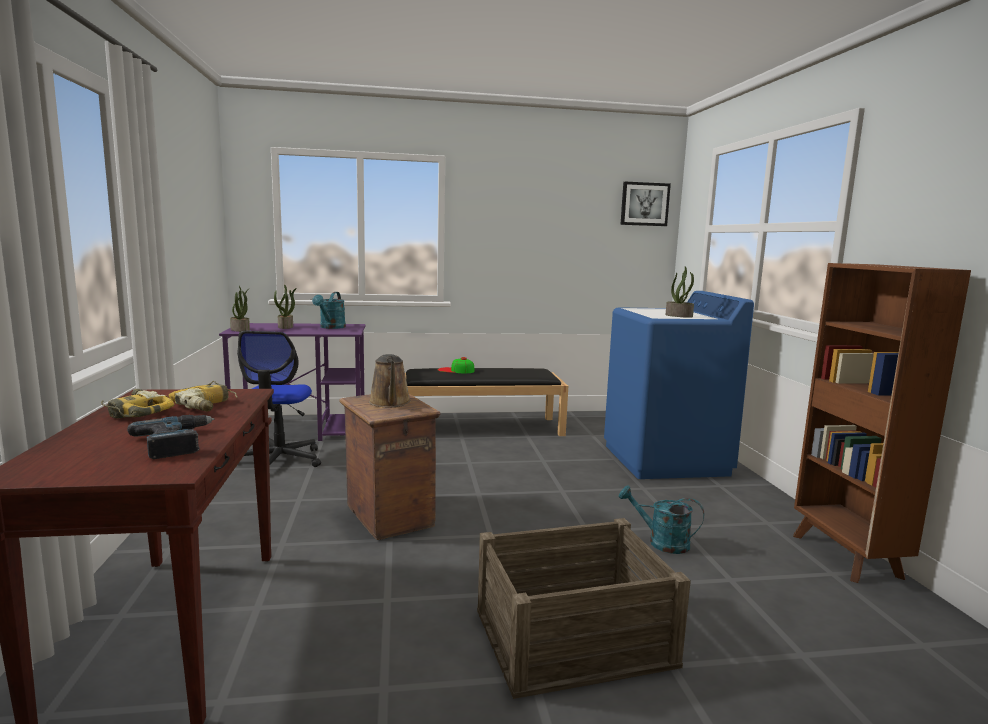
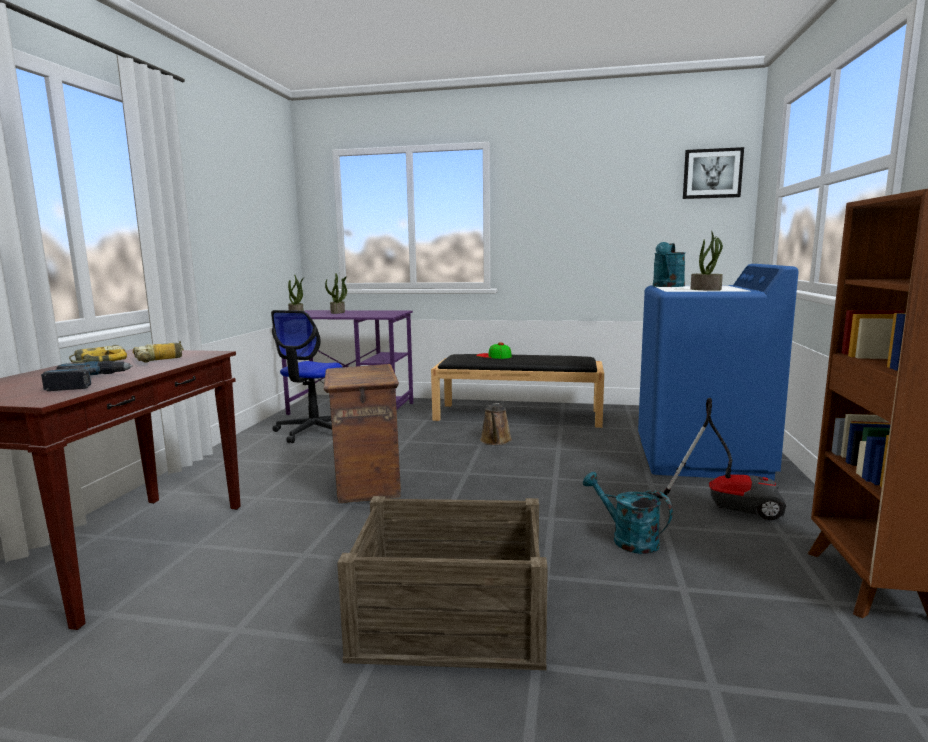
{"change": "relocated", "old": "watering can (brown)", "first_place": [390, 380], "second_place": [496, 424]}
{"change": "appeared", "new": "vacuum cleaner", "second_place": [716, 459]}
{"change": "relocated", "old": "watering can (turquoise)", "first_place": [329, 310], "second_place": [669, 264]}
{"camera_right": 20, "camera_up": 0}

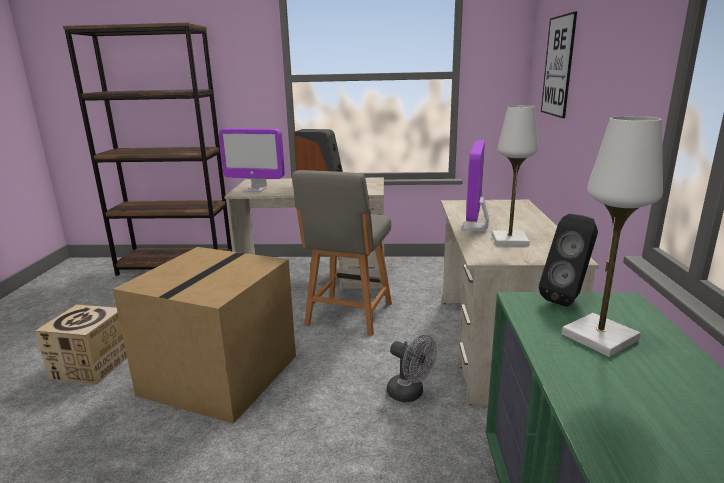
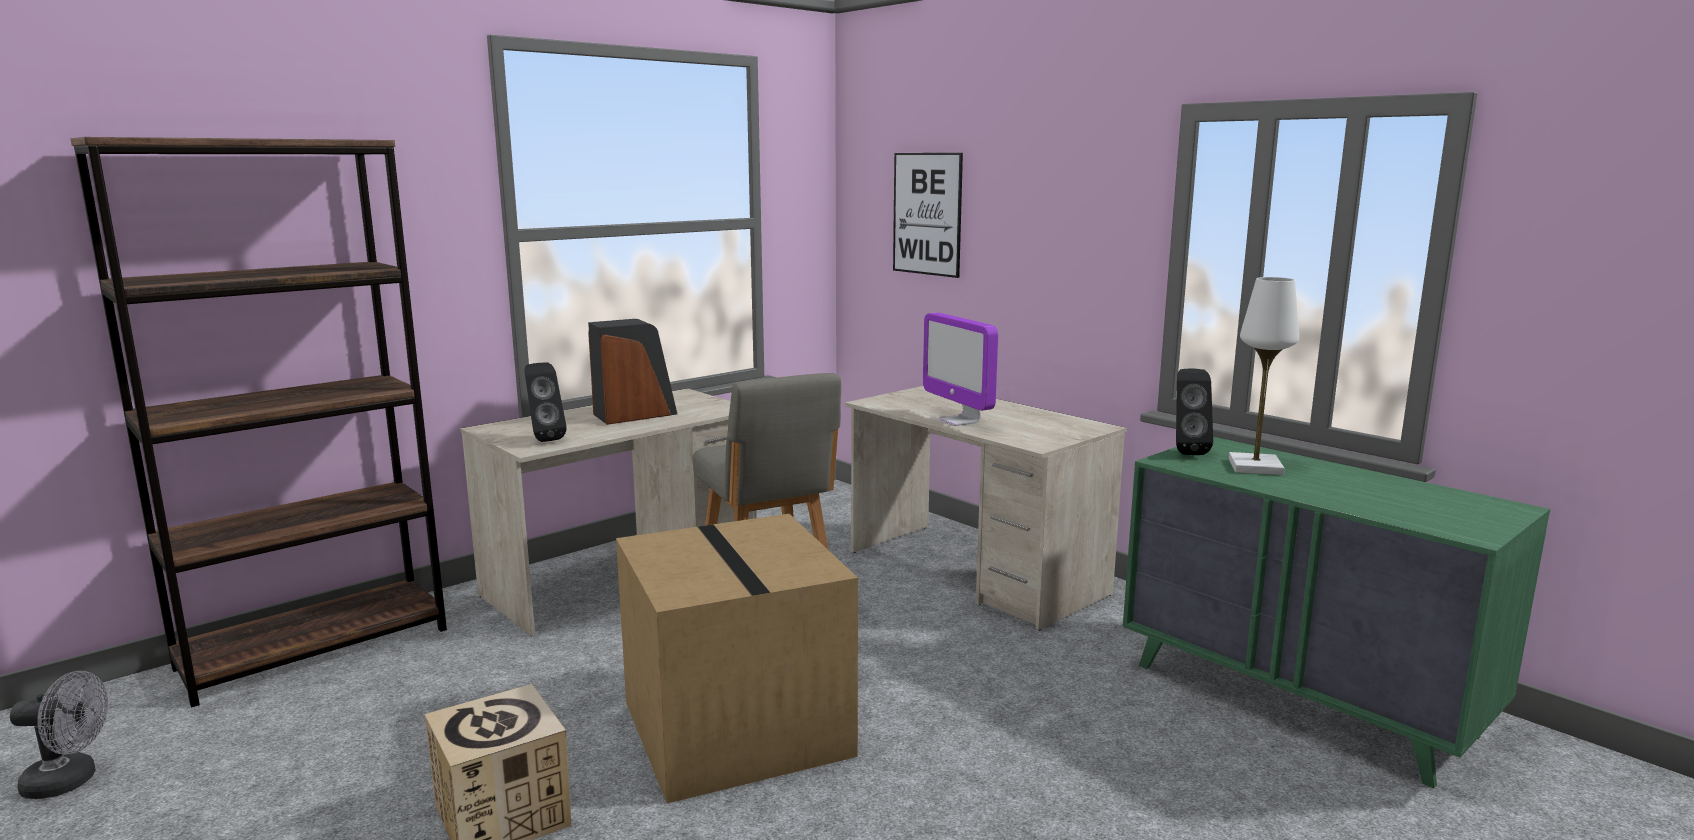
{"change": "relocated", "old": "fan (grey)", "first_place": [412, 368], "second_place": [59, 735]}
{"change": "exchanged", "old": "monitor", "new": "speaker (black)", "first_place": [252, 160], "second_place": [545, 402]}
{"change": "missing", "old": "table lamp (white)", "first_place": [515, 175]}
{"camera_right": -45, "camera_up": -5}

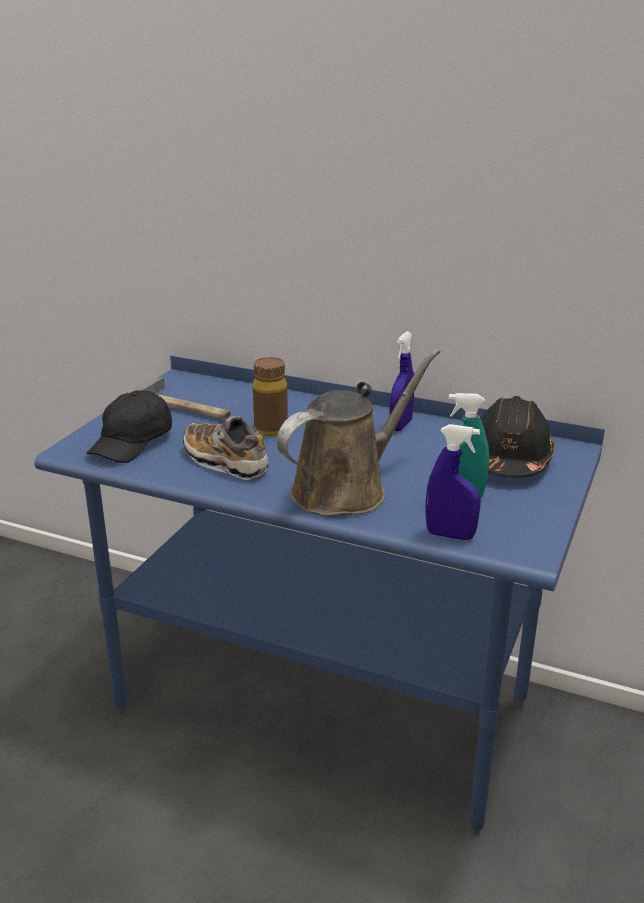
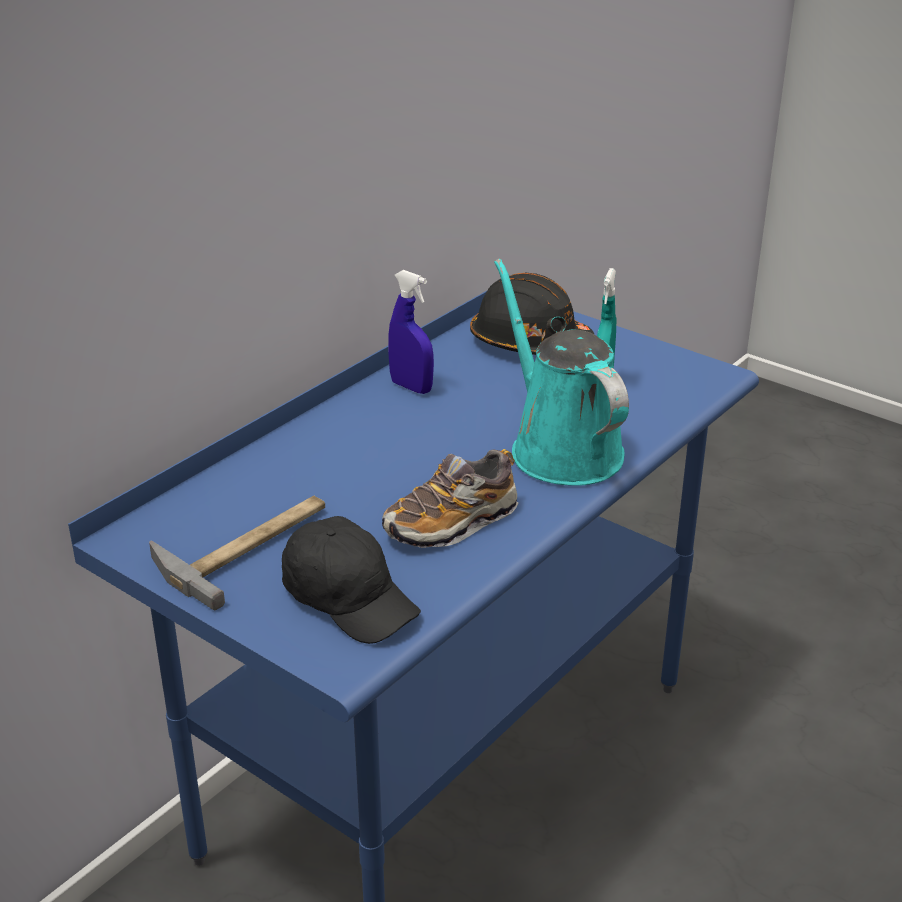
{"change": "colour", "old": "watering can (brown)", "new": "watering can (turquoise)", "first_place": [358, 432], "second_place": [561, 372]}
{"change": "missing", "old": "bottle (brown)", "first_place": [270, 396]}
{"change": "missing", "old": "spray bottle (blue)", "first_place": [453, 482]}
{"camera_right": -75, "camera_up": 5}

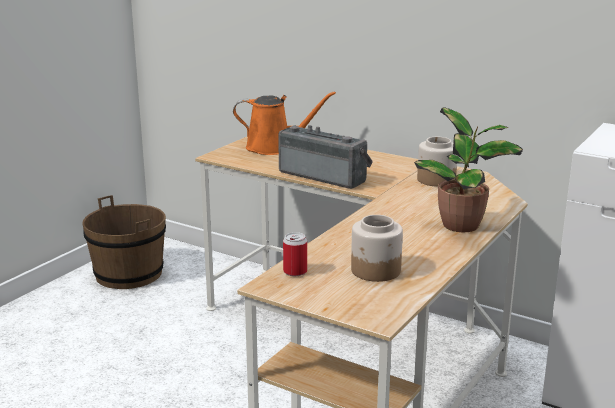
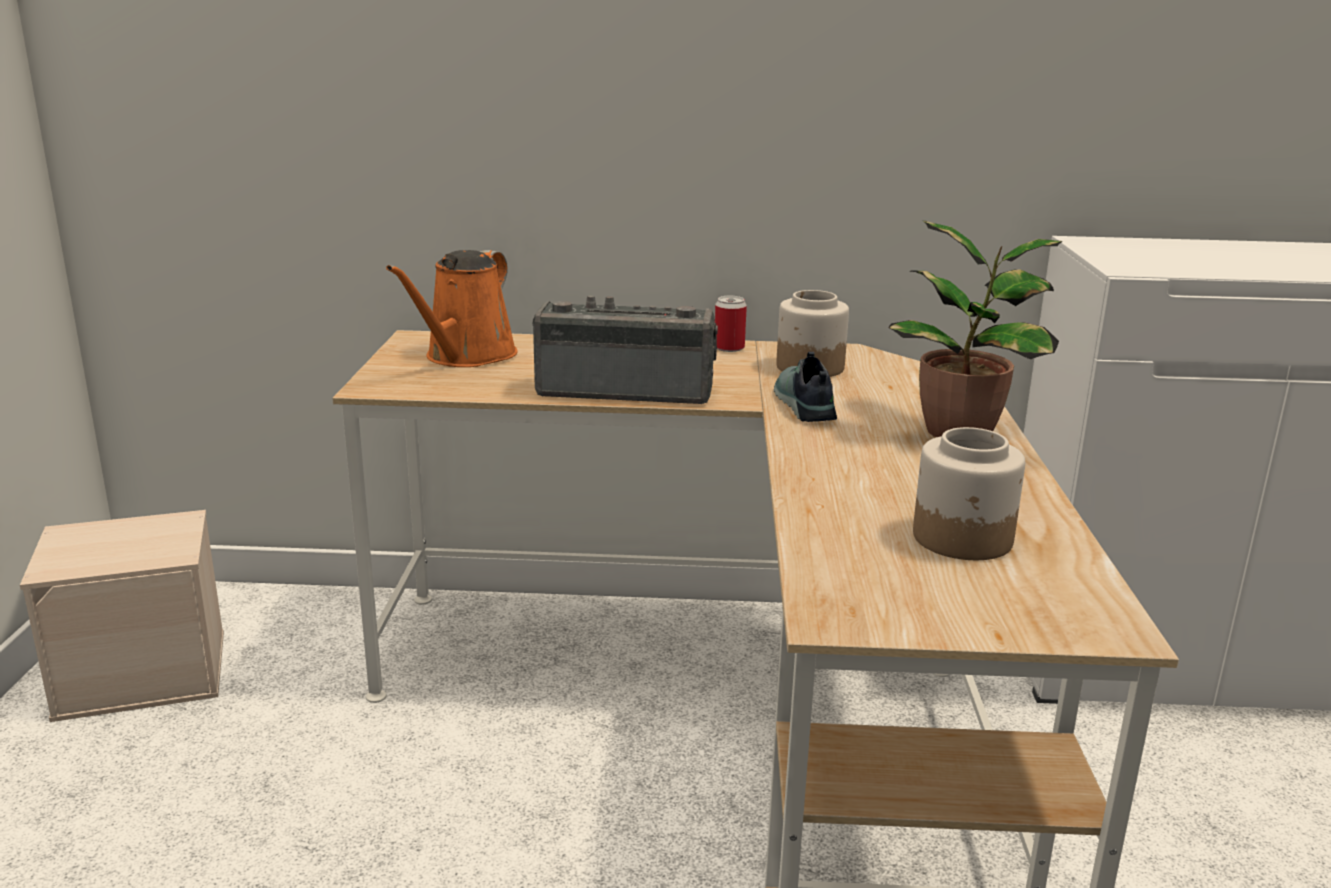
{"change": "exchanged", "old": "bucket (brown)", "new": "storage box (beige)", "first_place": [124, 242], "second_place": [122, 616]}
{"change": "spun", "old": "watering can (orange)", "first_place": [284, 123], "second_place": [452, 308], "degrees": 135}
{"change": "relocated", "old": "can", "first_place": [295, 254], "second_place": [731, 324]}
{"change": "appeared", "new": "shoe", "second_place": [805, 387]}
{"camera_right": -30, "camera_up": 0}

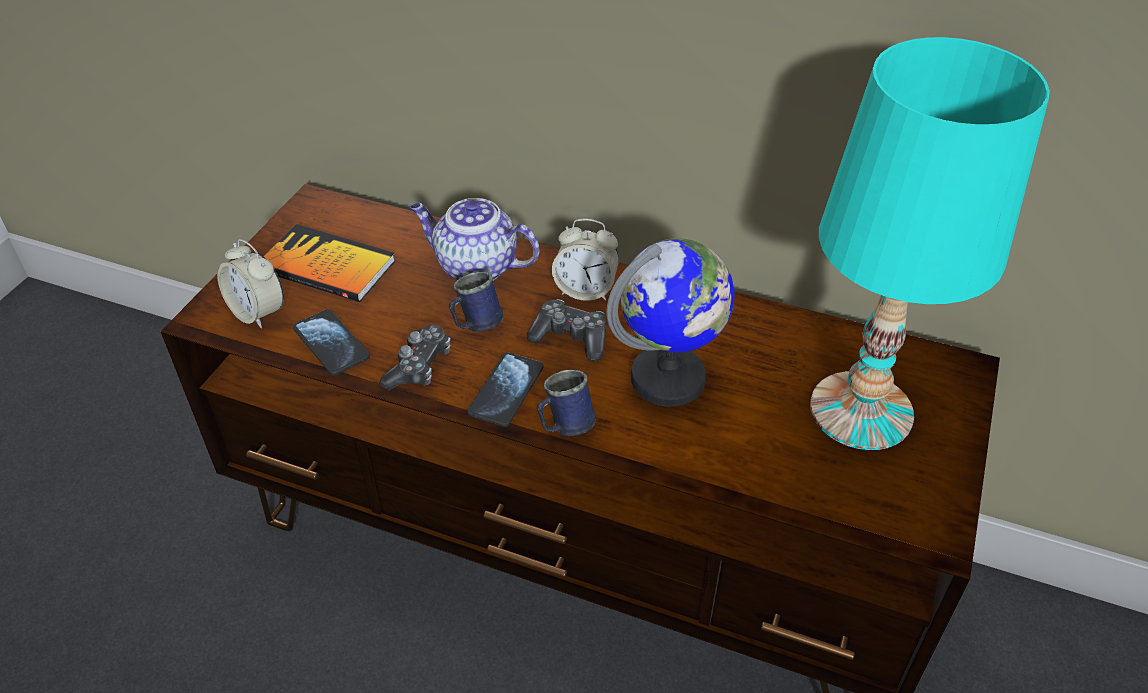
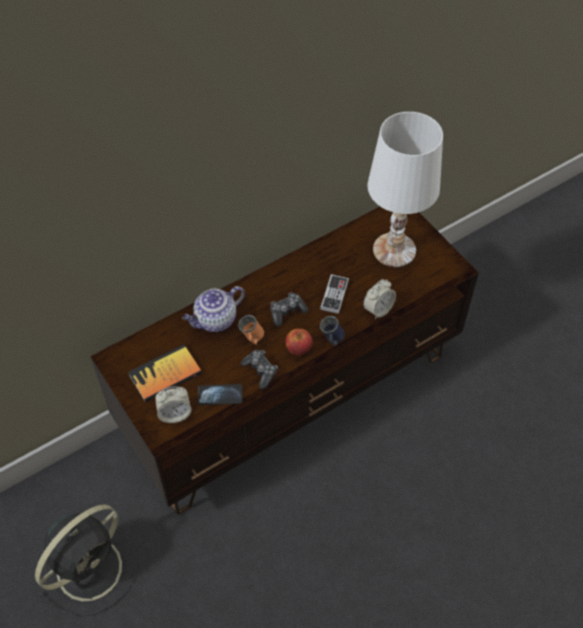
{"change": "appeared", "new": "fan (black)", "second_place": [87, 560]}
{"change": "colour", "old": "mug (blue)", "new": "mug (orange)", "first_place": [476, 302], "second_place": [251, 330]}
{"change": "exchanged", "old": "phone", "new": "apple", "first_place": [505, 389], "second_place": [298, 342]}
{"change": "exchanged", "old": "globe", "new": "game controller", "first_place": [670, 323], "second_place": [334, 294]}
{"change": "relocated", "old": "alarm clock", "first_place": [585, 260], "second_place": [379, 299]}
{"change": "colour", "old": "table lamp (turquoise)", "new": "table lamp (white)", "first_place": [929, 243], "second_place": [405, 189]}
{"camera_right": -55, "camera_up": 10}

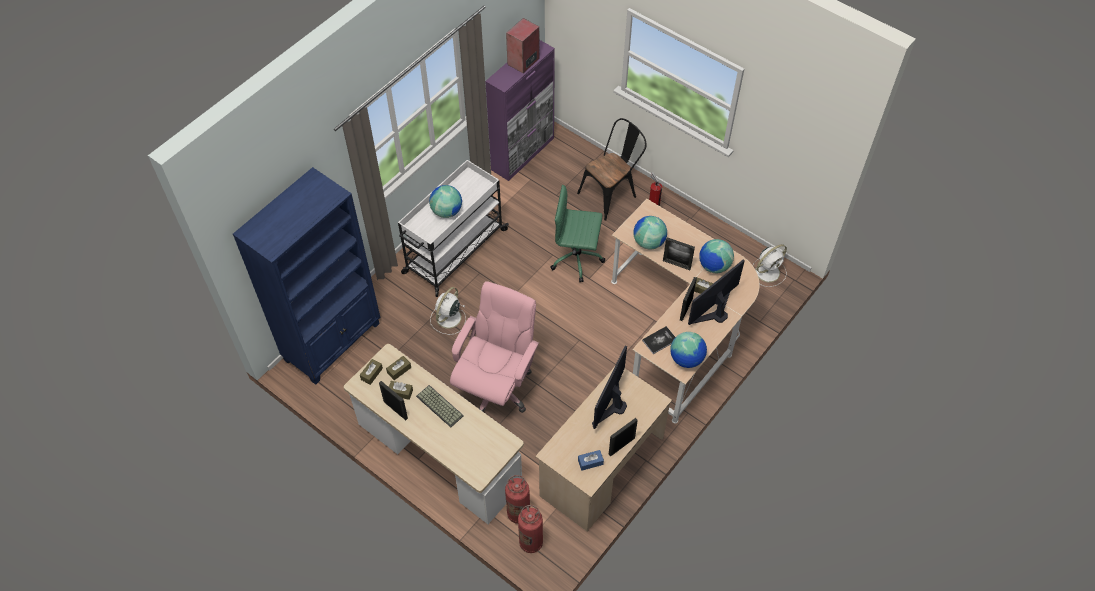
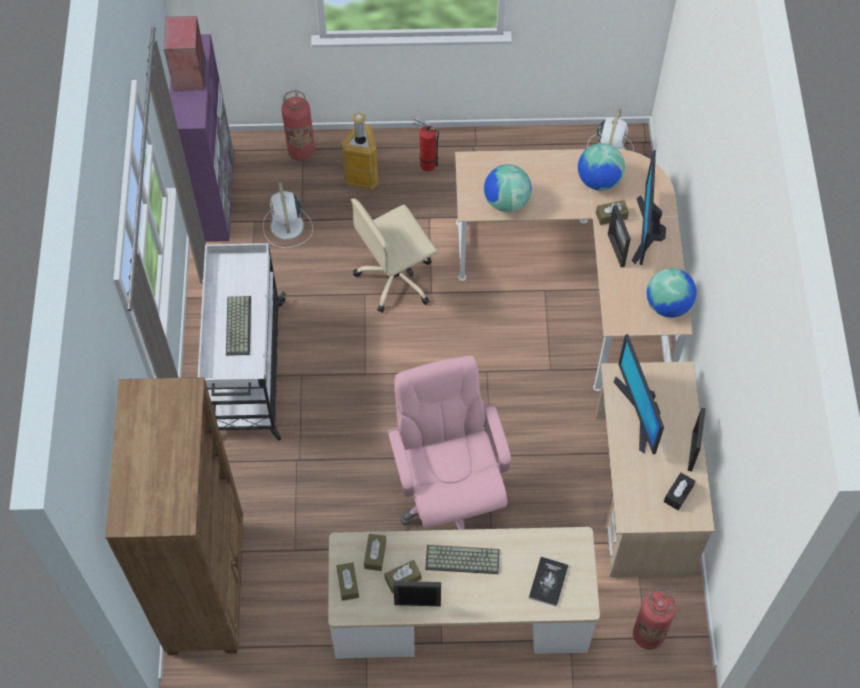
{"change": "colour", "old": "bookcase (blue)", "new": "bookcase (brown)", "first_place": [307, 276], "second_place": [174, 516]}
{"change": "exchanged", "old": "globe", "new": "keyboard", "first_place": [445, 201], "second_place": [238, 326]}
{"change": "relocated", "old": "fan (white)", "first_place": [448, 311], "second_place": [288, 215]}
{"change": "relocated", "old": "fire extinguisher", "first_place": [517, 499], "second_place": [298, 125]}
{"change": "exchanged", "old": "chair (black)", "new": "trash can", "first_place": [611, 169], "second_place": [359, 151]}
{"change": "colour", "old": "office chair (green)", "new": "office chair (beige)", "first_place": [577, 233], "second_place": [394, 256]}
{"change": "relocated", "old": "book", "first_place": [658, 340], "second_place": [549, 582]}
{"change": "colour", "old": "tissue box (blue)", "new": "tissue box (black)", "first_place": [591, 460], "second_place": [679, 491]}
{"change": "missing", "old": "picture frame", "first_place": [679, 253]}
{"camera_right": -40, "camera_up": 5}

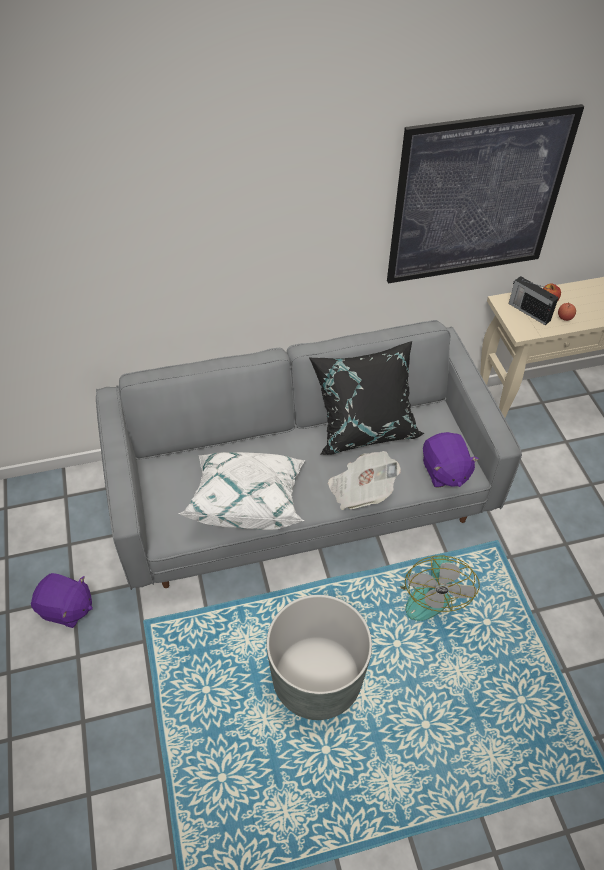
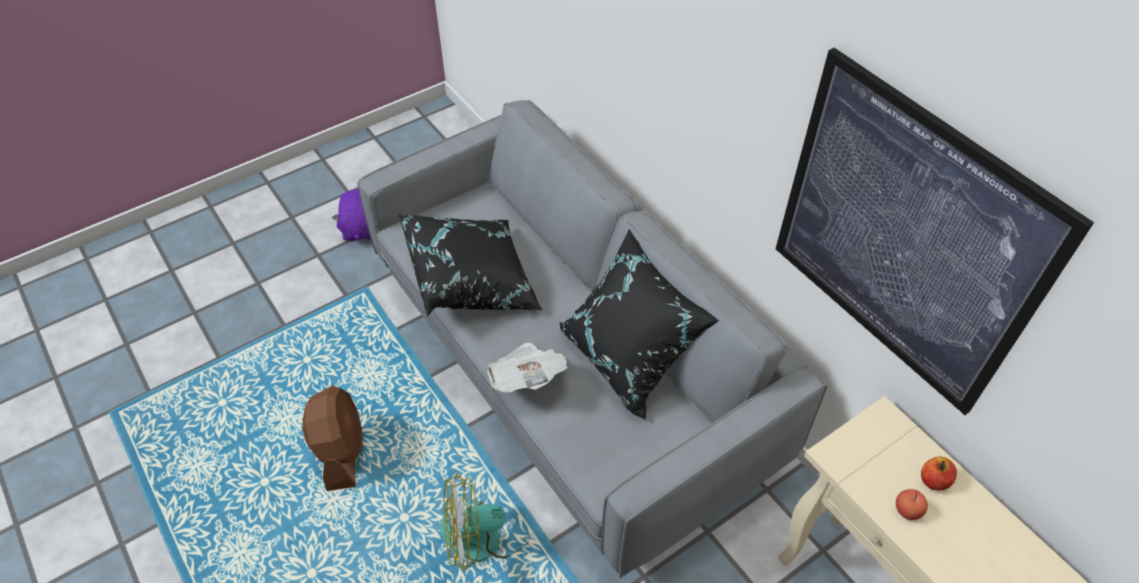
{"change": "exchanged", "old": "planter (grey)", "new": "fan (brown)", "first_place": [319, 657], "second_place": [332, 438]}
{"change": "colour", "old": "pillow (white)", "new": "pillow (black)", "first_place": [241, 491], "second_place": [470, 265]}
{"change": "missing", "old": "plush toy (purple)", "first_place": [451, 460]}
{"change": "missing", "old": "radio", "first_place": [533, 300]}
{"camera_right": 70, "camera_up": 0}

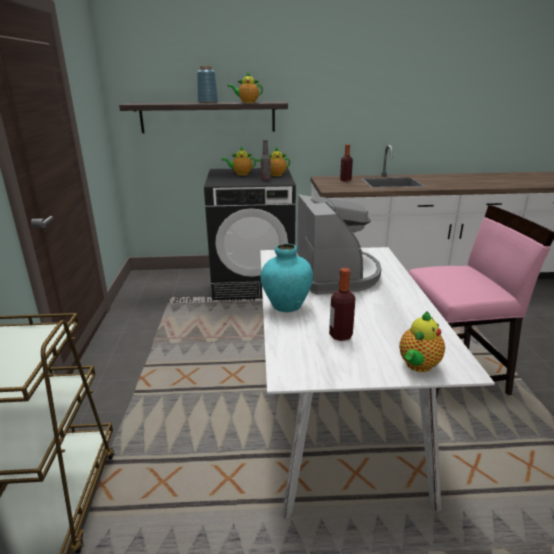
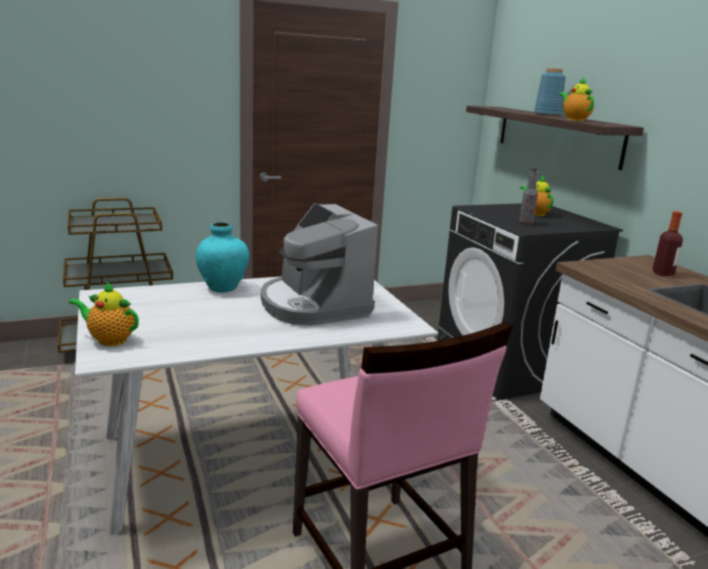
{"change": "spun", "old": "coffee machine", "first_place": [338, 244], "second_place": [319, 264], "degrees": 90}
{"change": "missing", "old": "teapot", "first_place": [273, 161]}
{"change": "missing", "old": "bottle", "first_place": [342, 304]}
{"camera_right": 70, "camera_up": -5}

